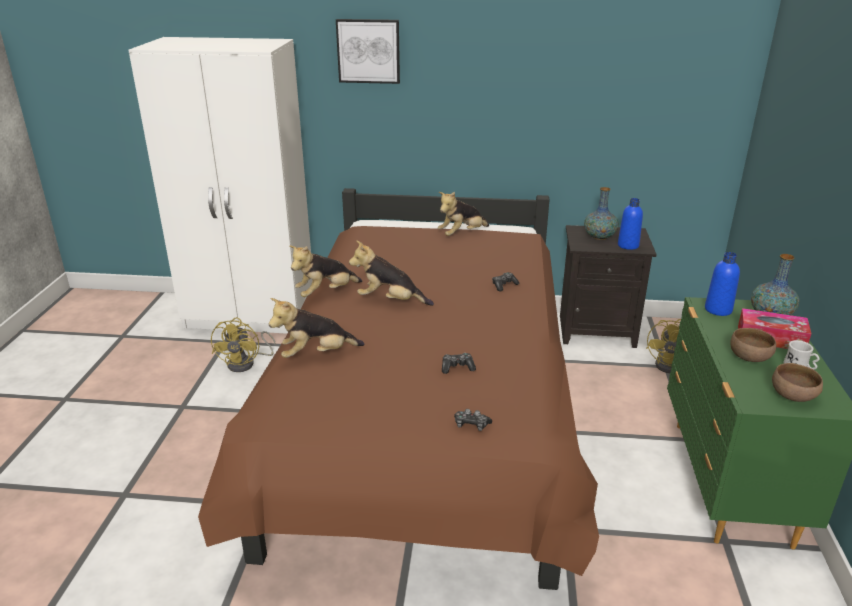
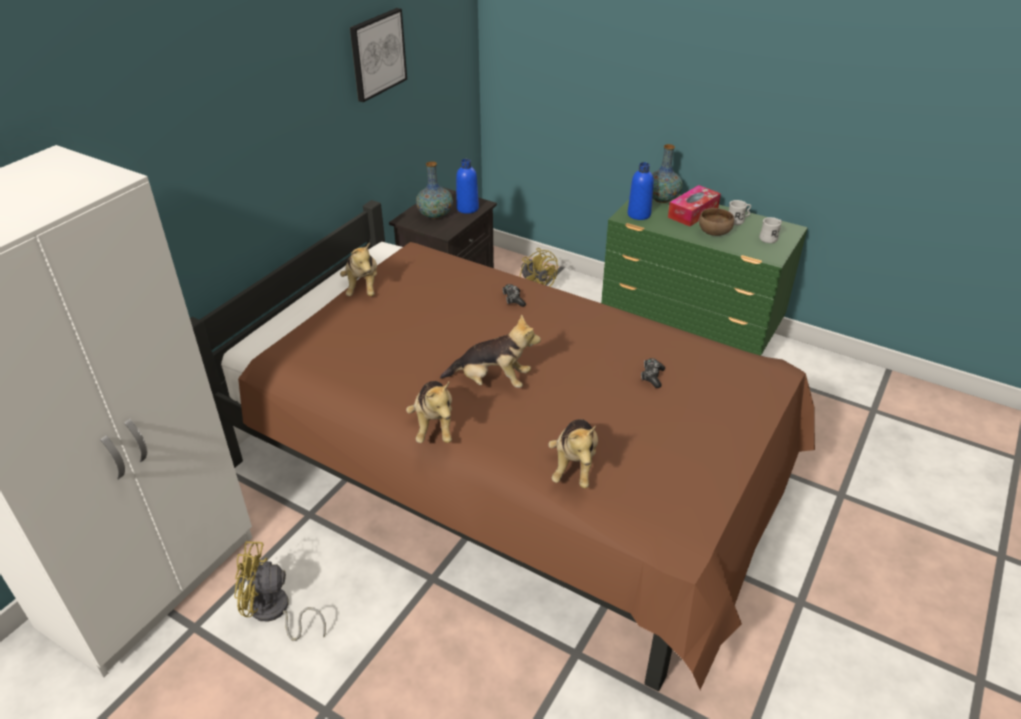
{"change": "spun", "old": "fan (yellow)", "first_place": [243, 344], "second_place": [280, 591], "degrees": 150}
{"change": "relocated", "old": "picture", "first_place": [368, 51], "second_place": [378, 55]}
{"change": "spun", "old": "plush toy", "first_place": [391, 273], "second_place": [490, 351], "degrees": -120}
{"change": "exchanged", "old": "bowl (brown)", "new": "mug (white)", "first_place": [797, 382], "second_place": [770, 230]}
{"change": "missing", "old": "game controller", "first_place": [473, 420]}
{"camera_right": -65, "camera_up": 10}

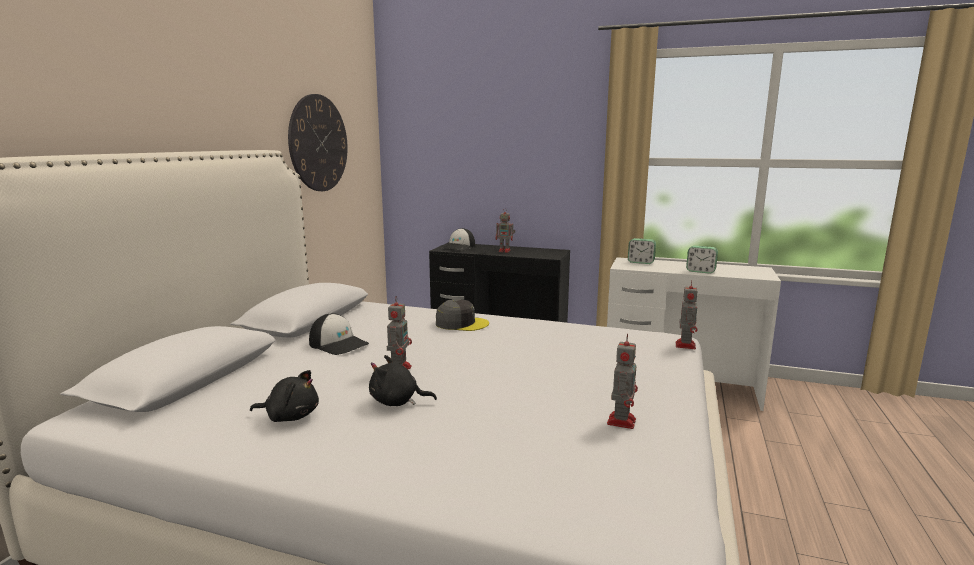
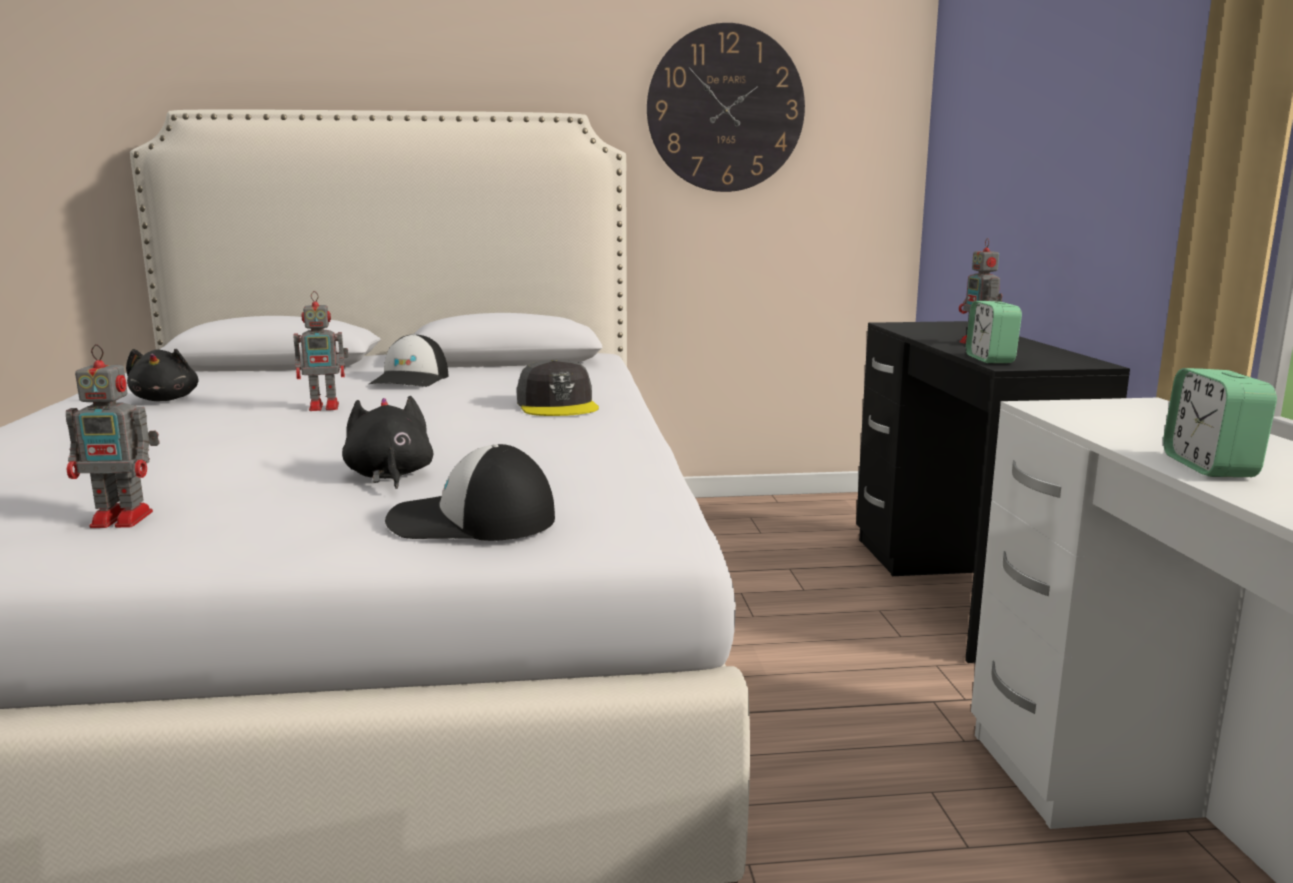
{"change": "relocated", "old": "plush toy (black)", "first_place": [403, 380], "second_place": [387, 442]}
{"change": "relocated", "old": "cap", "first_place": [458, 239], "second_place": [470, 492]}
{"change": "relocated", "old": "alarm clock", "first_place": [642, 251], "second_place": [994, 332]}
{"change": "missing", "old": "toy robot", "first_place": [687, 315]}
{"camera_right": 65, "camera_up": 0}

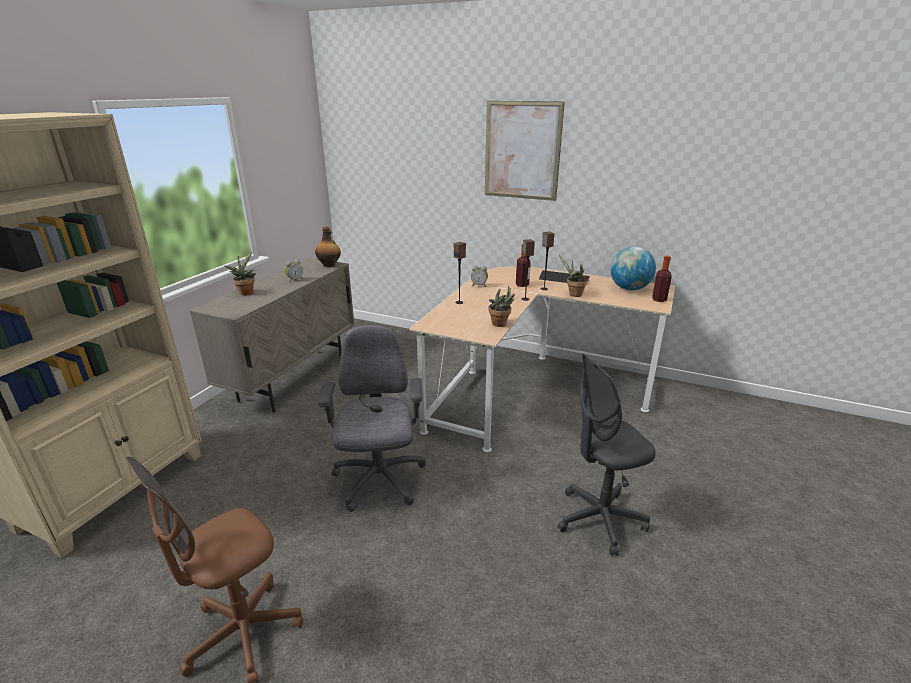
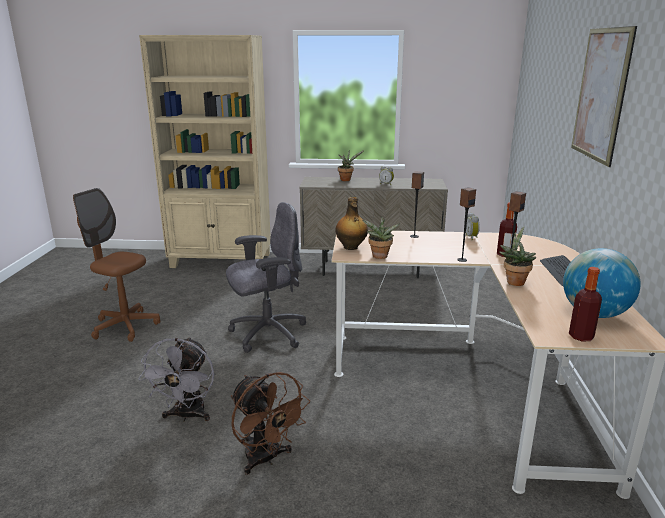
{"change": "appeared", "new": "fan (grey)", "second_place": [176, 379]}
{"change": "exchanged", "old": "office chair (grey)", "new": "fan (brown)", "first_place": [607, 455], "second_place": [270, 423]}
{"change": "relocated", "old": "bottle", "first_place": [328, 247], "second_place": [351, 223]}
{"camera_right": 70, "camera_up": -5}

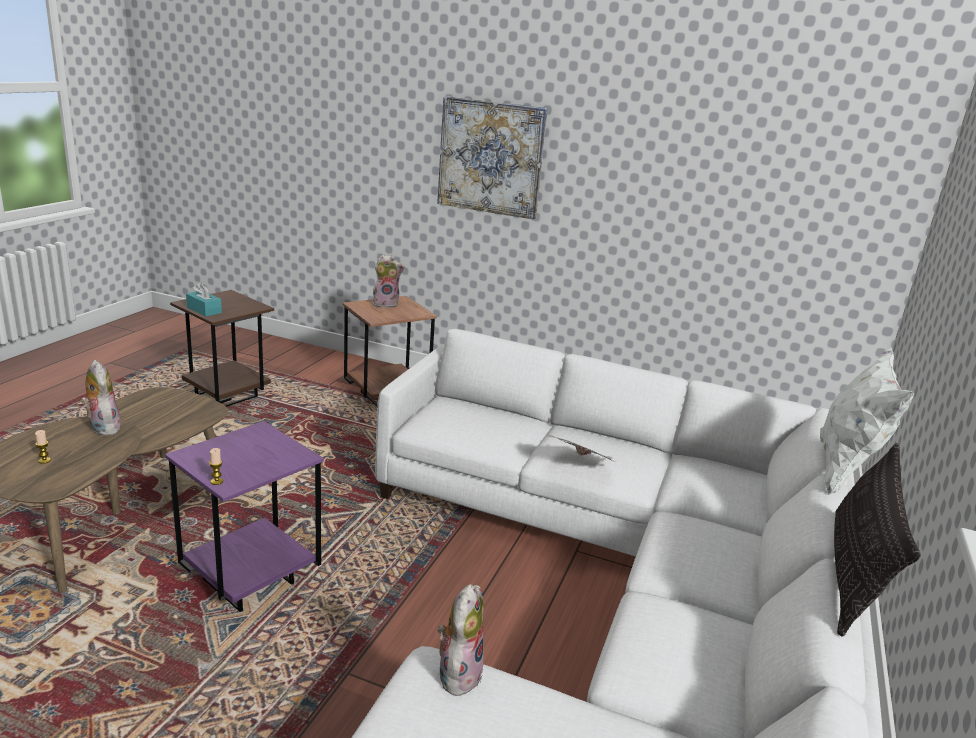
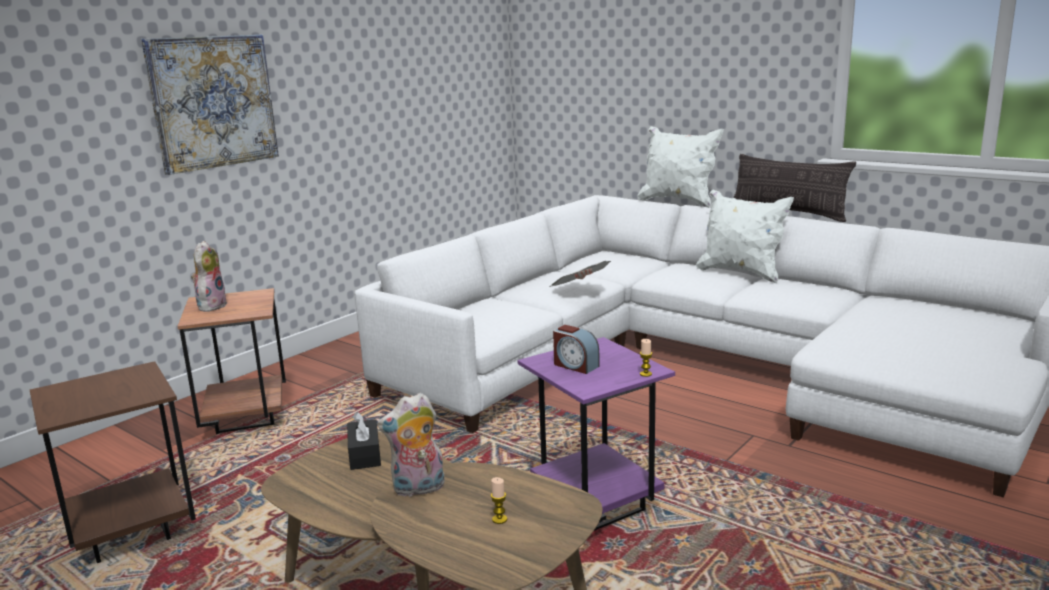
{"change": "appeared", "new": "tissue box (black)", "second_place": [364, 441]}
{"change": "appeared", "new": "alarm clock", "second_place": [576, 349]}
{"change": "appeared", "new": "pillow (white)", "second_place": [745, 236]}
{"change": "missing", "old": "tissue box (turquoise)", "first_place": [204, 299]}
{"change": "missing", "old": "plush toy", "first_place": [461, 641]}
{"camera_right": -70, "camera_up": -5}

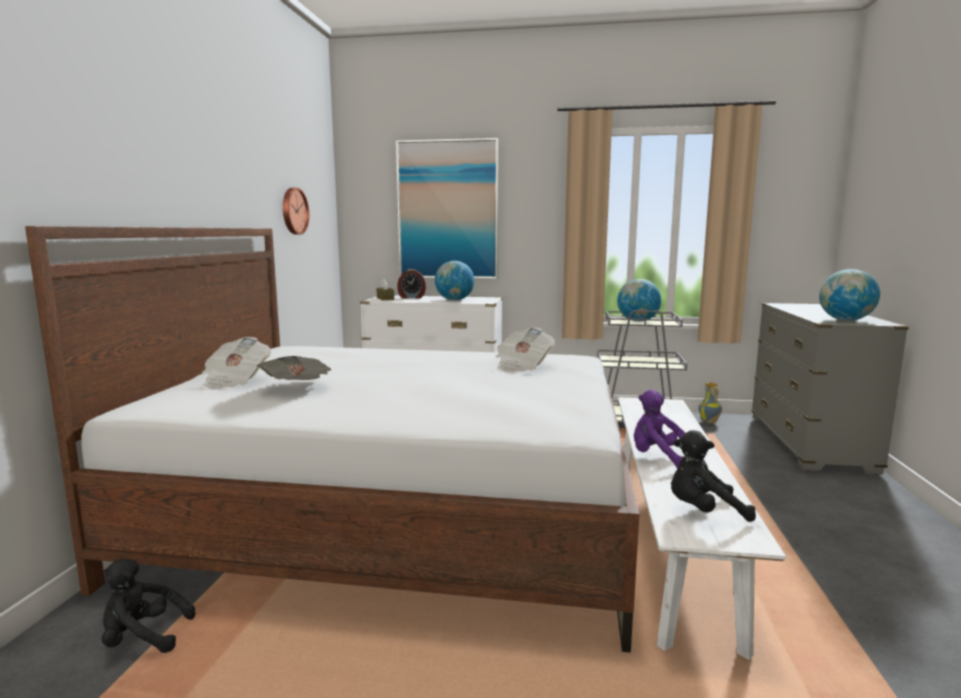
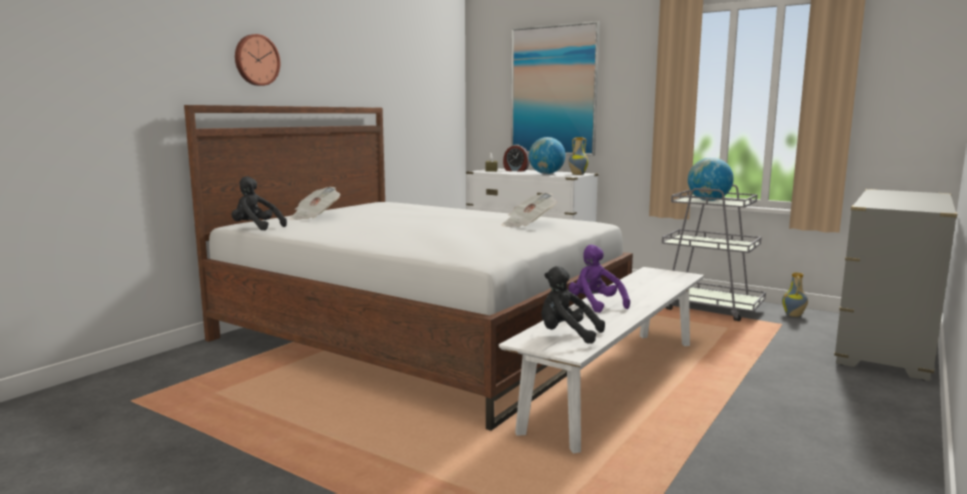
{"change": "relocated", "old": "plush toy (black)", "first_place": [148, 606], "second_place": [259, 203]}
{"change": "relocated", "old": "wall clock", "first_place": [296, 211], "second_place": [257, 60]}
{"change": "appeared", "new": "vase", "second_place": [578, 156]}
{"change": "missing", "old": "newspaper", "first_place": [294, 368]}
{"change": "missing", "old": "globe", "first_place": [849, 295]}
{"camera_right": 25, "camera_up": 0}

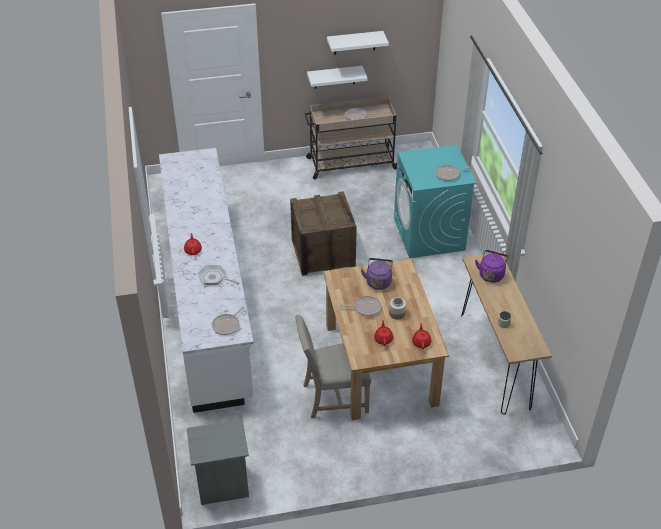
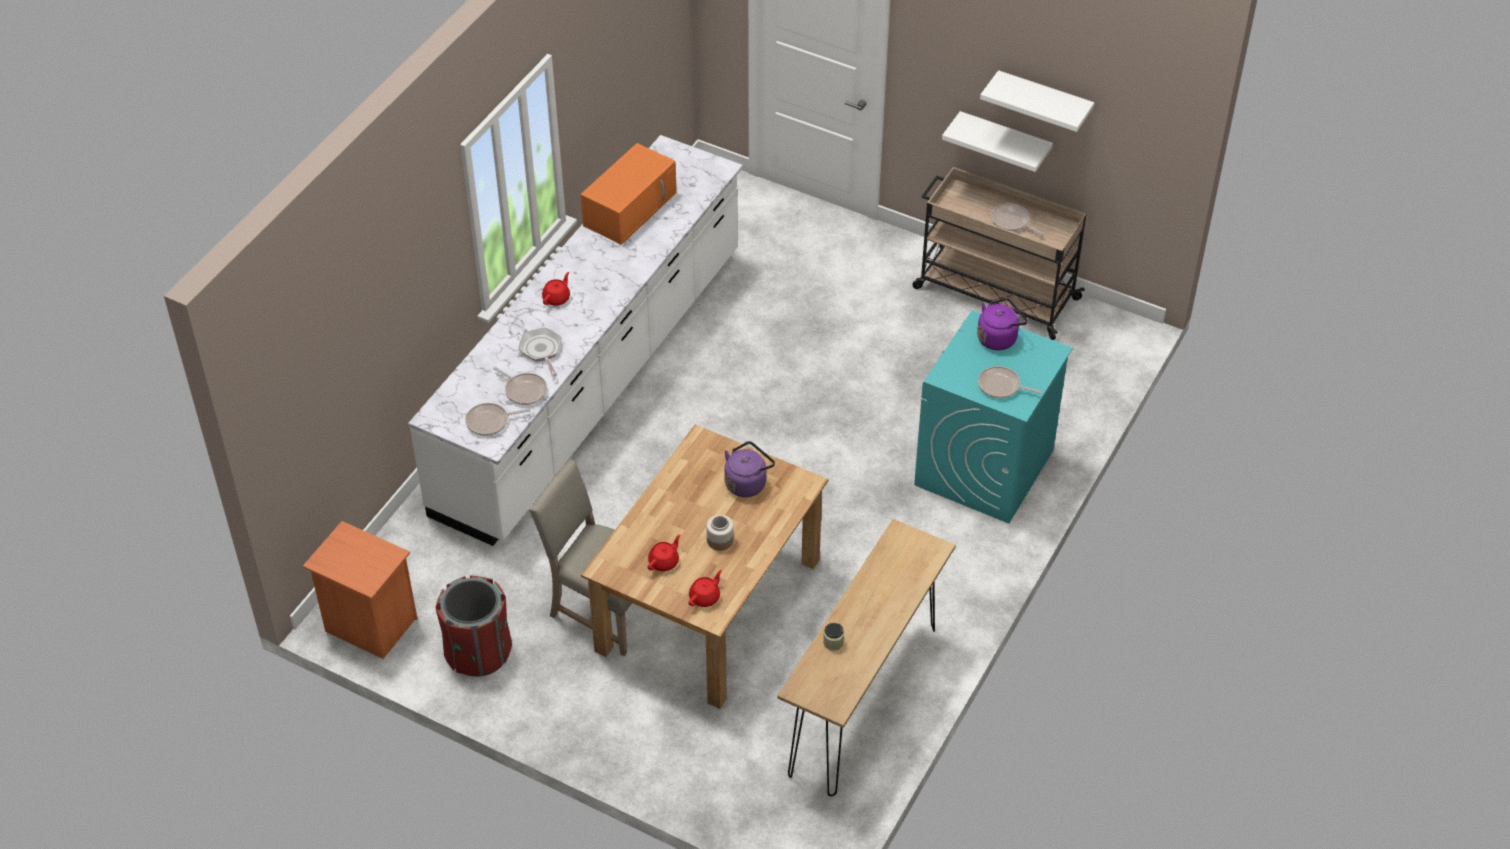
{"change": "colour", "old": "nightstand (grey)", "new": "nightstand (orange)", "first_place": [218, 462], "second_place": [360, 590]}
{"change": "appeared", "new": "trash can (red)", "second_place": [474, 626]}
{"change": "relocated", "old": "frying pan", "first_place": [360, 306], "second_place": [520, 386]}
{"change": "appeared", "new": "microwave (orange)", "second_place": [629, 194]}
{"change": "relocated", "old": "kettle (purple)", "first_place": [492, 266], "second_place": [1002, 324]}
{"change": "missing", "old": "crate", "first_place": [323, 233]}
{"camera_right": 40, "camera_up": 5}

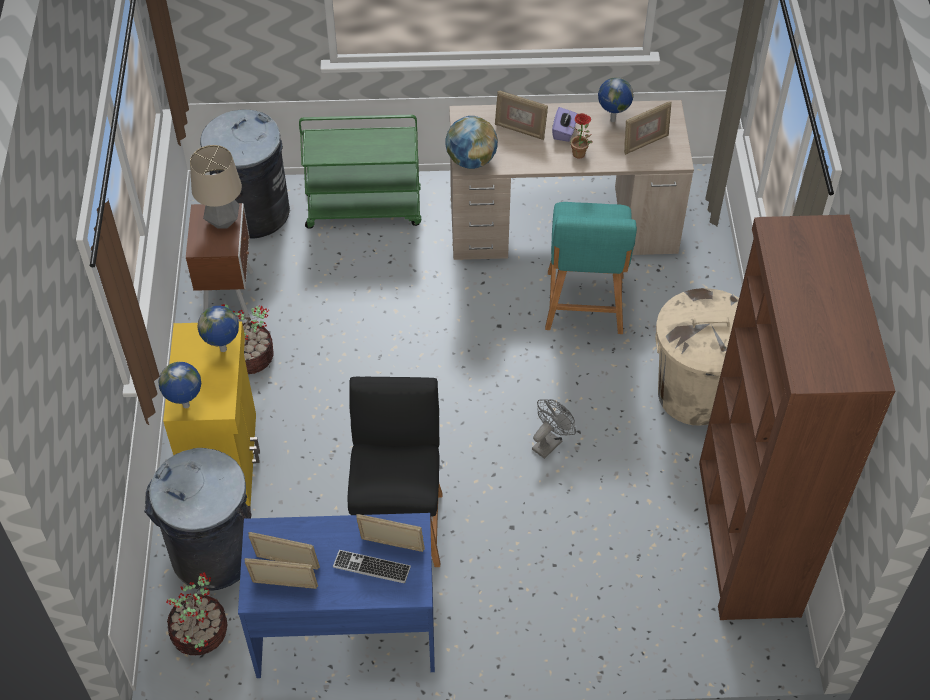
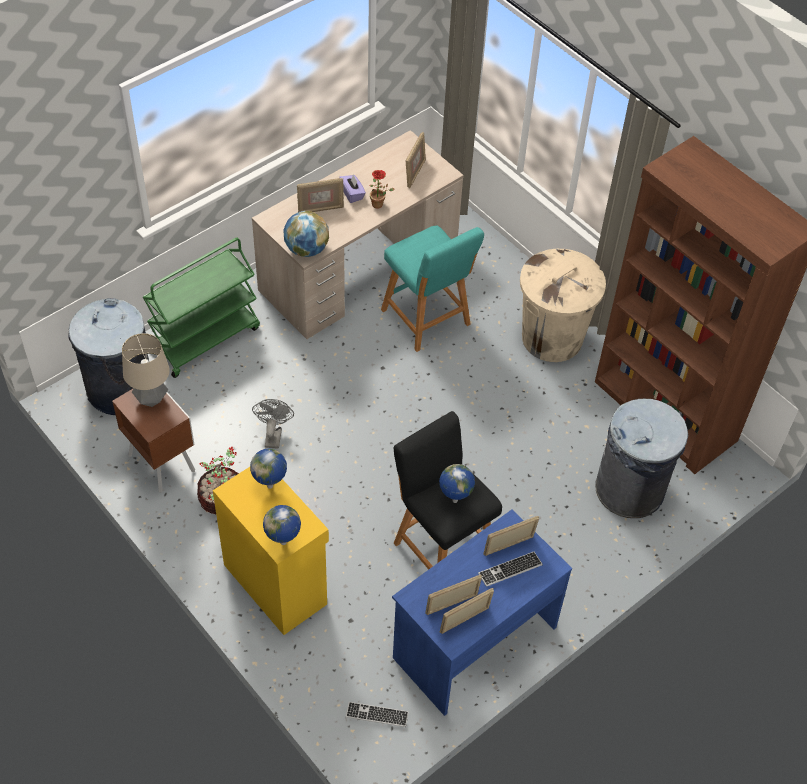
{"change": "relocated", "old": "fan (grey)", "first_place": [554, 429], "second_place": [273, 424]}
{"change": "exchanged", "old": "potted plant", "new": "keyboard", "first_place": [196, 613], "second_place": [377, 714]}
{"change": "relocated", "old": "globe", "first_place": [615, 99], "second_place": [457, 483]}
{"change": "relocated", "old": "trash can (grey)", "first_place": [198, 519], "second_place": [641, 458]}
{"camera_right": -40, "camera_up": 0}

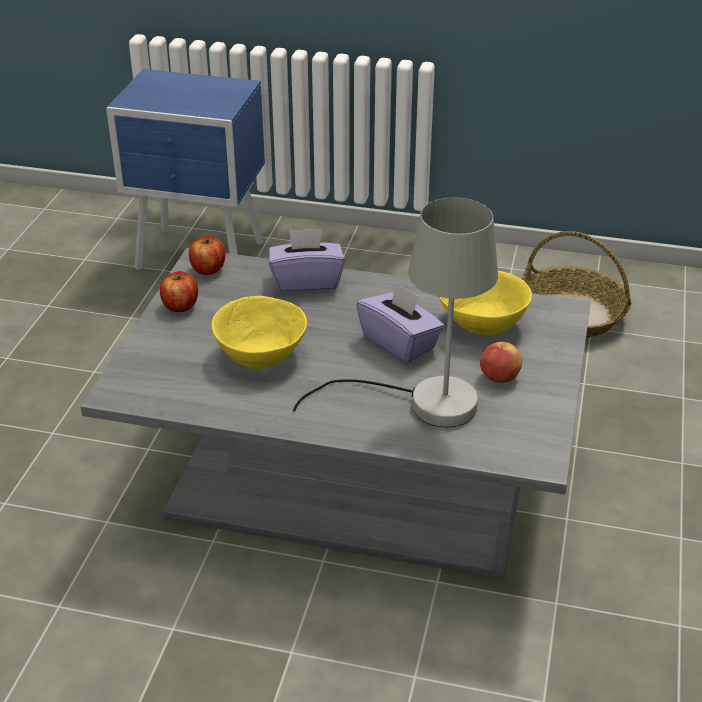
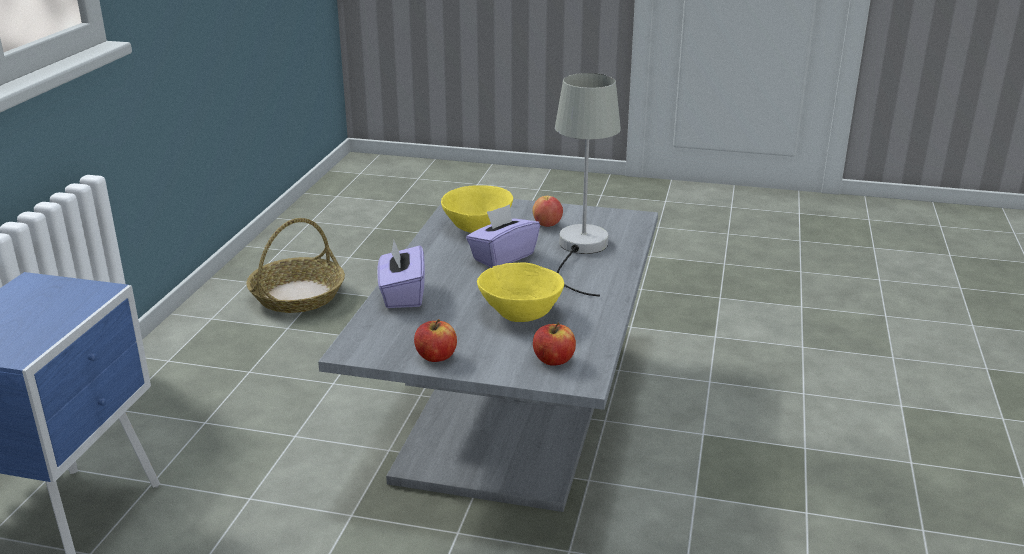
{"change": "relocated", "old": "apple", "first_place": [207, 255], "second_place": [554, 344]}
{"camera_right": -90, "camera_up": -10}

